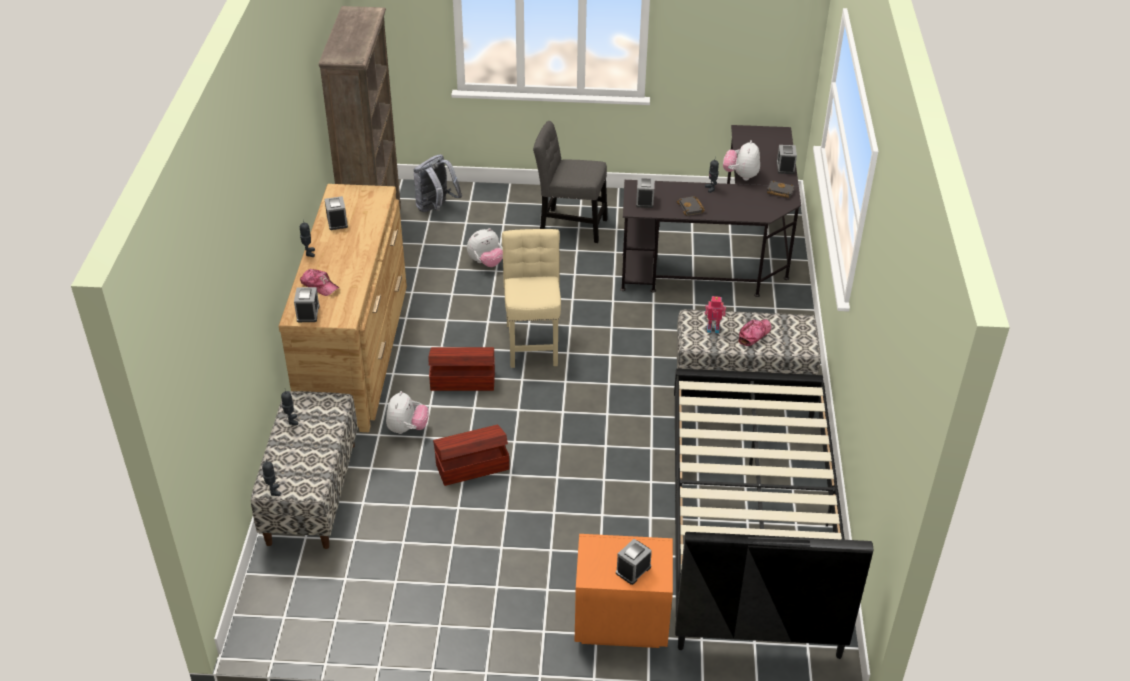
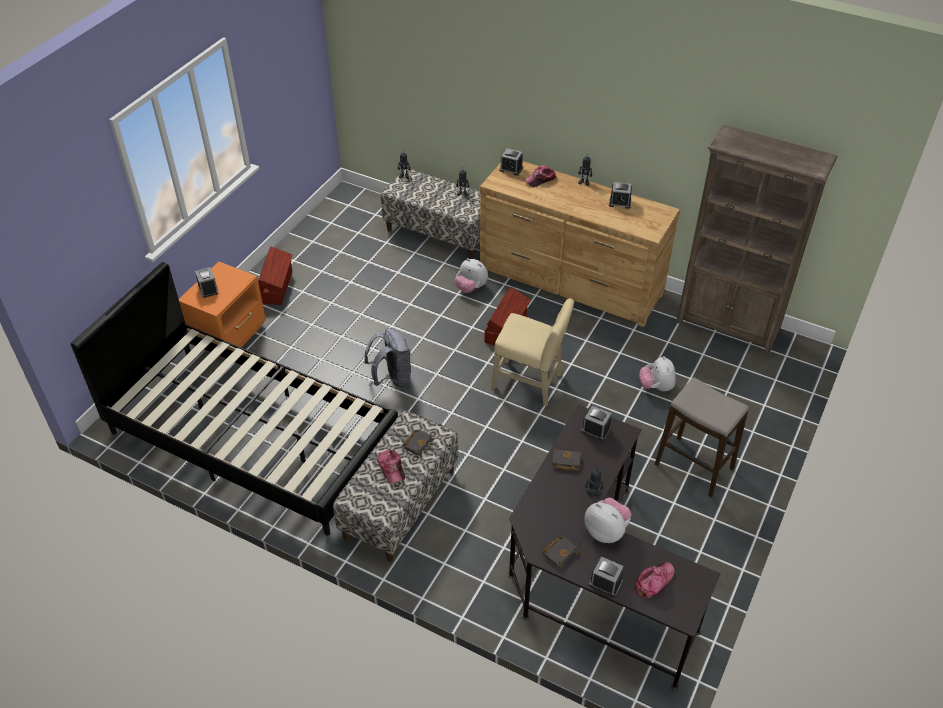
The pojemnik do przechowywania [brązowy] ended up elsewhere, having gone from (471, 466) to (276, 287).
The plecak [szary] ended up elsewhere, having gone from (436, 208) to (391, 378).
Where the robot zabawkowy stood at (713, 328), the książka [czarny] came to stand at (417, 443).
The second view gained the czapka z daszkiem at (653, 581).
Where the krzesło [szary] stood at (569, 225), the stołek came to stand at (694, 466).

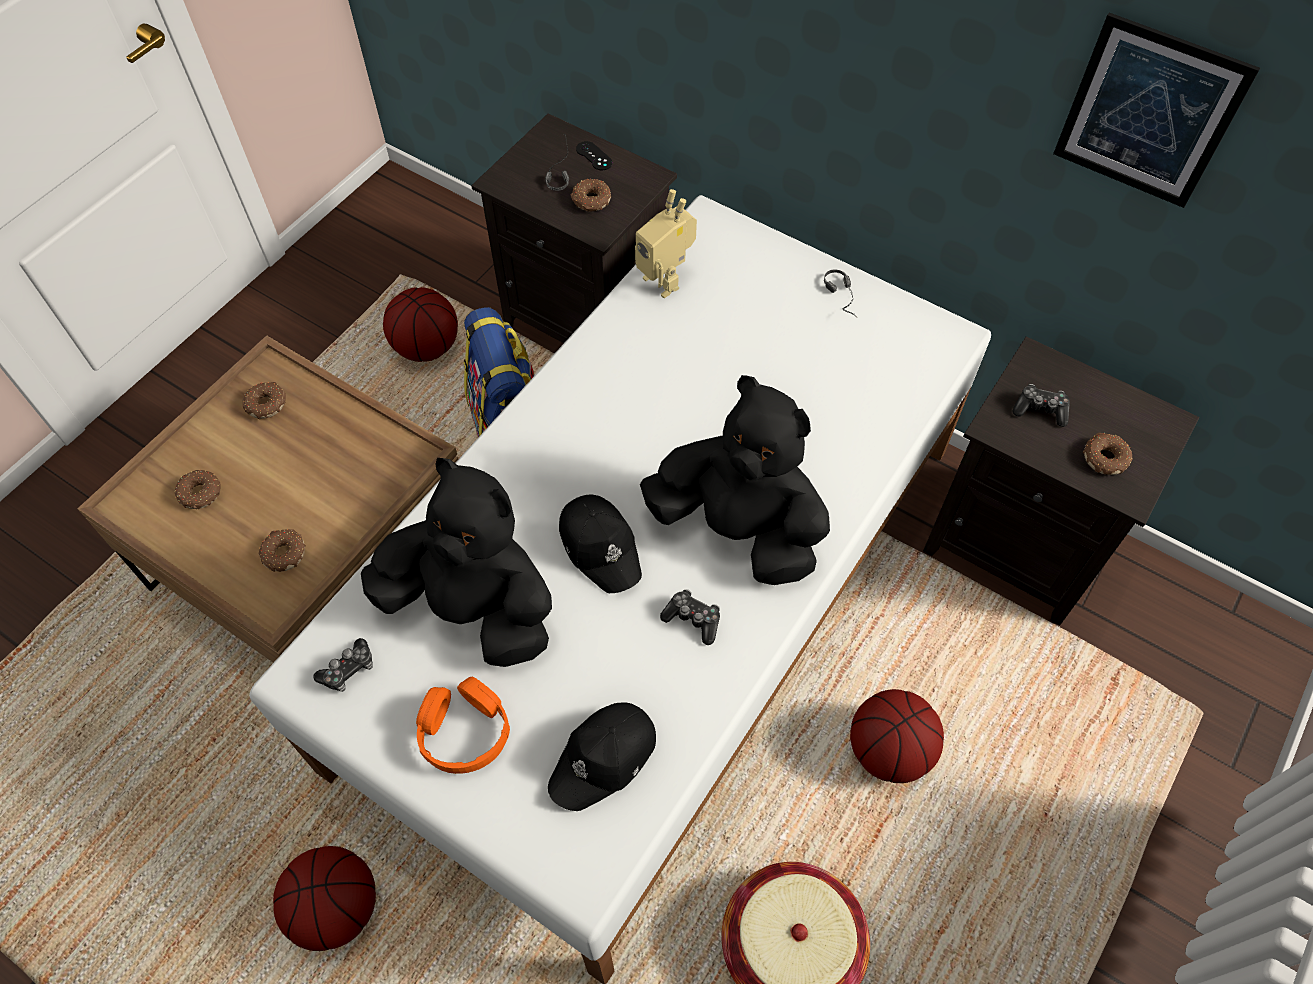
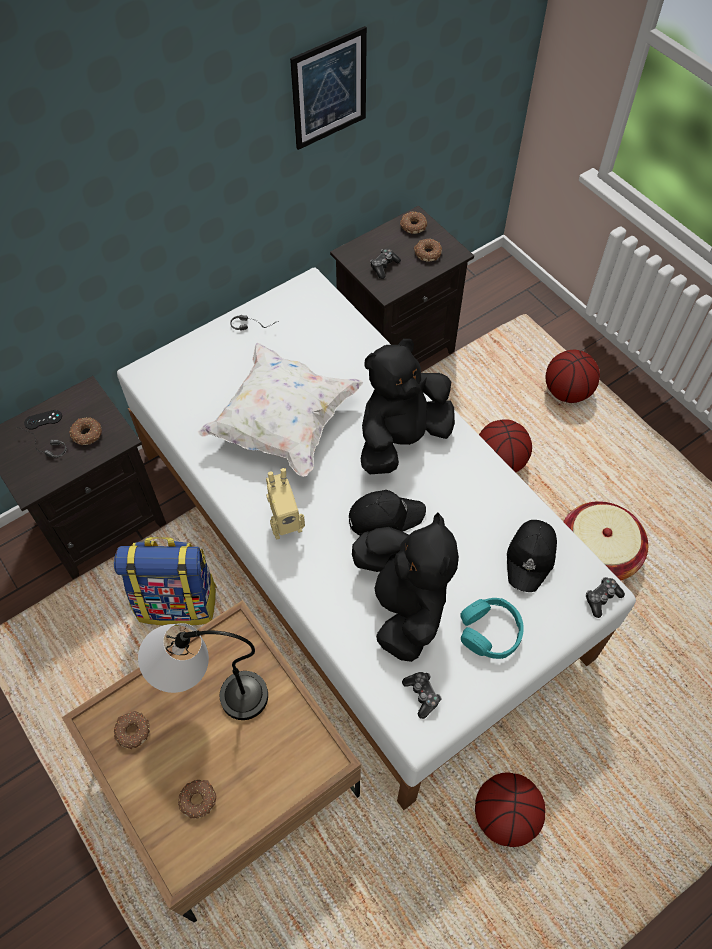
The second view gained the lampa stołowa at (211, 691).
The second view gained the poduszka [biały] at (283, 424).
The robot zabawkowy ended up elsewhere, having gone from (666, 280) to (285, 524).
The pluszak [czarny] at (474, 608) ended up facing another way, 120 degrees clockwise from before.
The donut ended up elsewhere, having gone from (284, 553) to (412, 226).
What was the słuchawki [pomarańczowy] at (464, 731) turned into the słuchawki [turkusowy] at (490, 632).
The czapka z daszkiem [czarny] at (604, 758) ended up facing another way, 45 degrees clockwise from before.
The piłka do koszykówki ended up elsewhere, having gone from (427, 348) to (567, 392).
The pad do gier ended up elsewhere, having gone from (693, 619) to (601, 598).

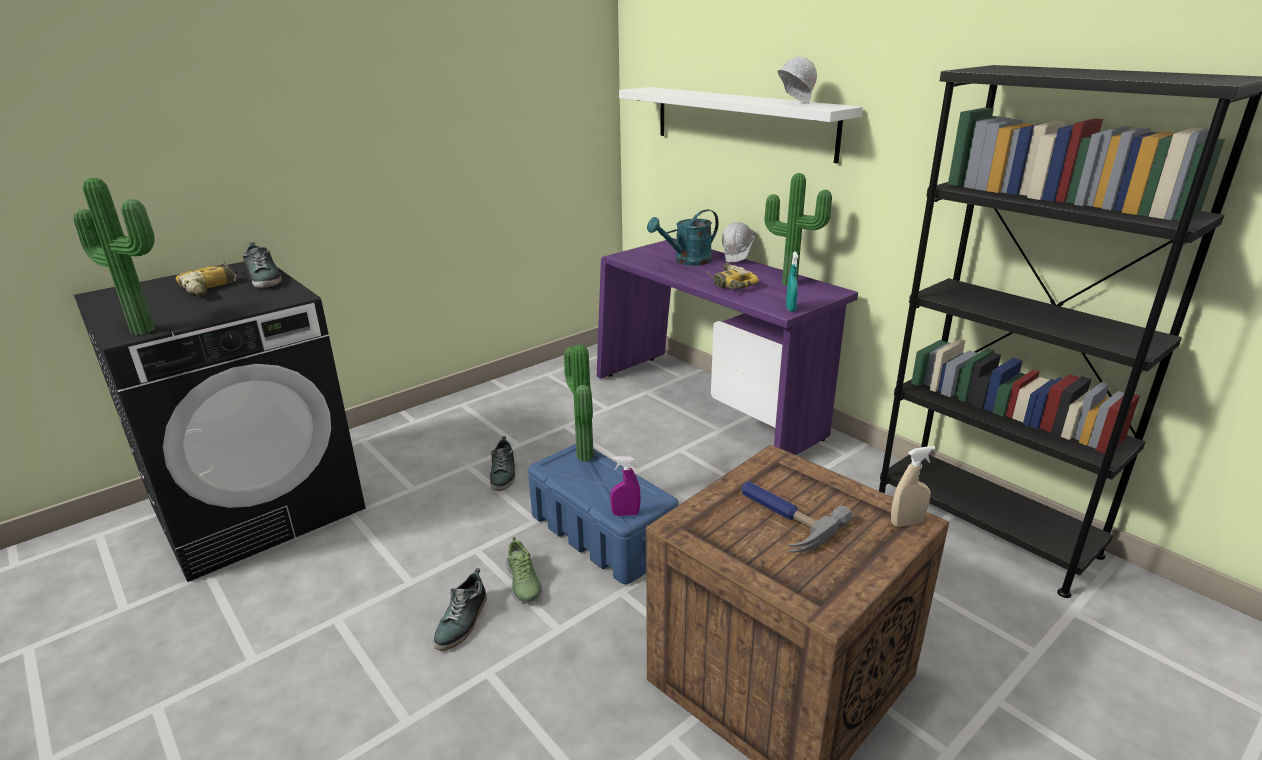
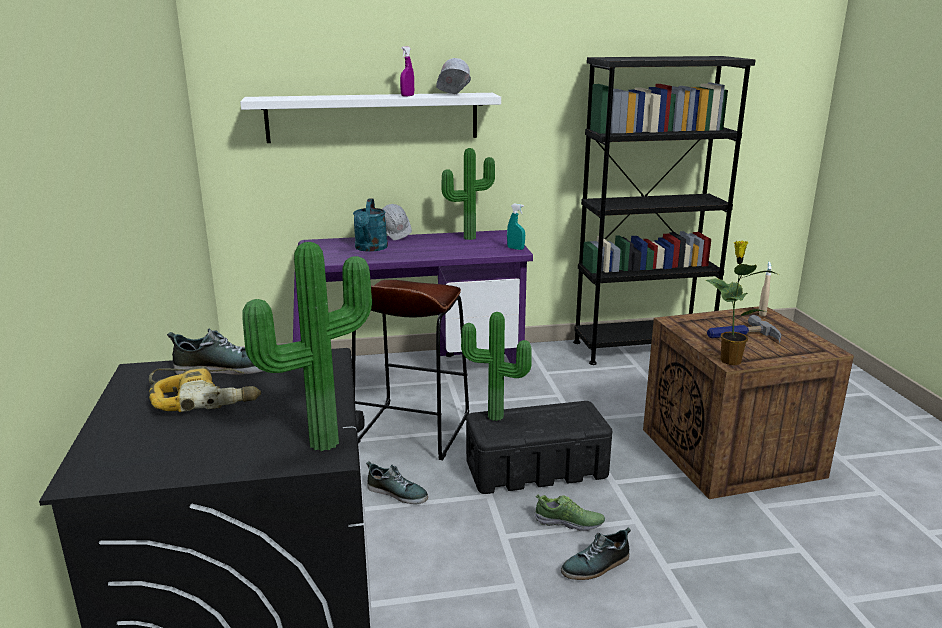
The second view gained the stołek [brązowy] at (412, 430).
The spryskiwacz [fioletowy] ended up elsewhere, having gone from (625, 514) to (407, 96).
What was the pojemnik do przechowywania [niebieski] at (603, 534) turned into the pojemnik do przechowywania [czarny] at (537, 469).
The but at (462, 621) ended up facing another way, 105 degrees clockwise from before.
The second view gained the roślina doniczkowa at (729, 360).
The second view lost the wiertarka at (729, 283).

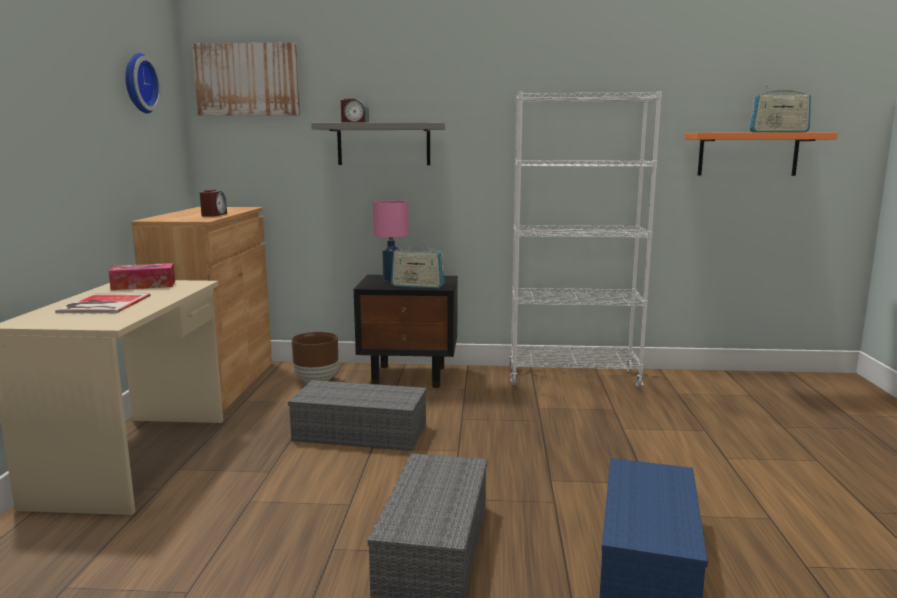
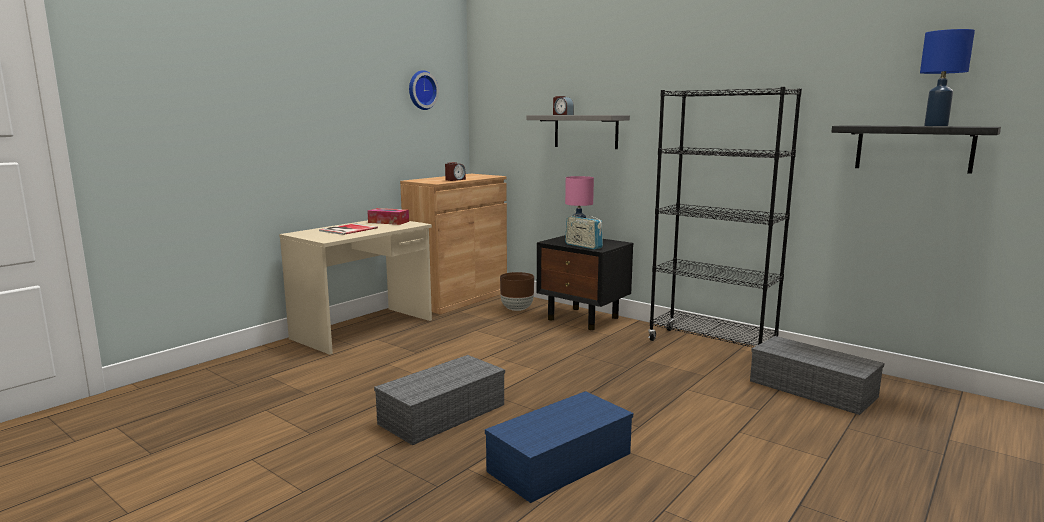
What was the regał [biały] at (573, 378) turned into the regał [czarny] at (711, 347).
The pojemnik do przechowywania [szary] ended up elsewhere, having gone from (362, 432) to (814, 389).
What was the półka [pomarańczowy] at (748, 154) turned into the półka [czarny] at (913, 148).
Where the radio stood at (778, 132), the lampa stołowa [niebieski] came to stand at (936, 126).
The second view lost the obraz at (247, 80).

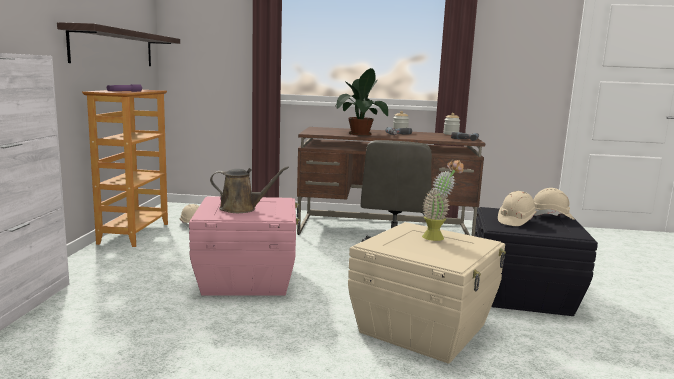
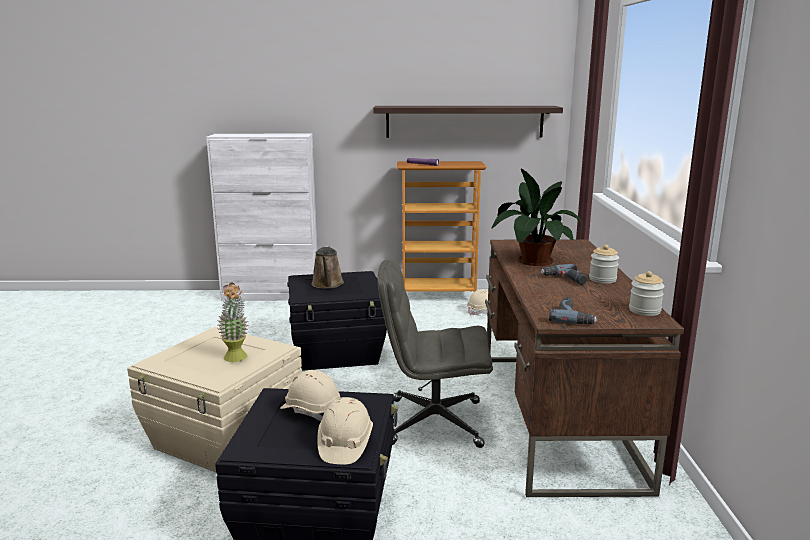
What was the pojemnik do przechowywania [różowy] at (247, 279) turned into the pojemnik do przechowywania [czarny] at (338, 352).

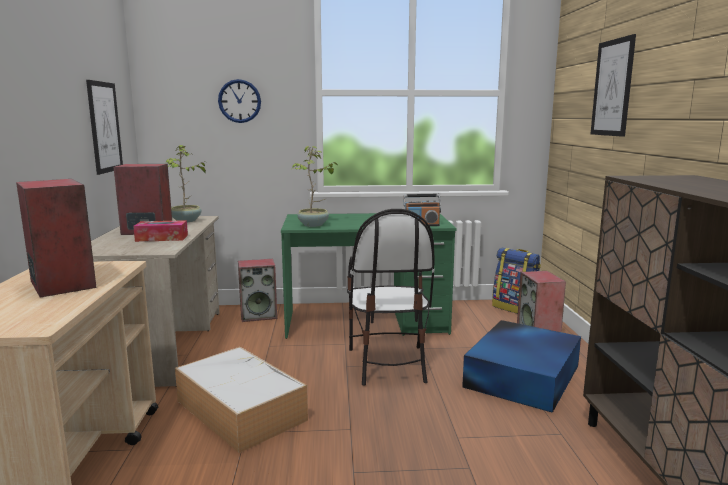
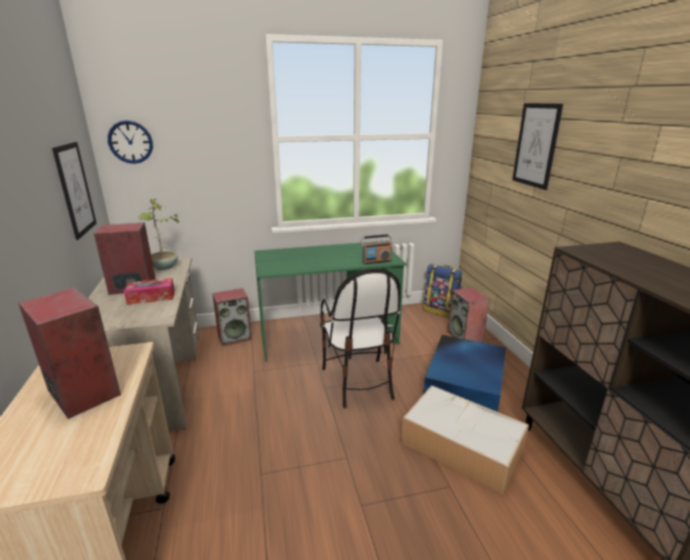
The zegar ścienny ended up elsewhere, having gone from (239, 101) to (130, 142).
The pojemnik do przechowywania ended up elsewhere, having gone from (239, 410) to (459, 445).
The second view lost the roślina doniczkowa at (314, 225).

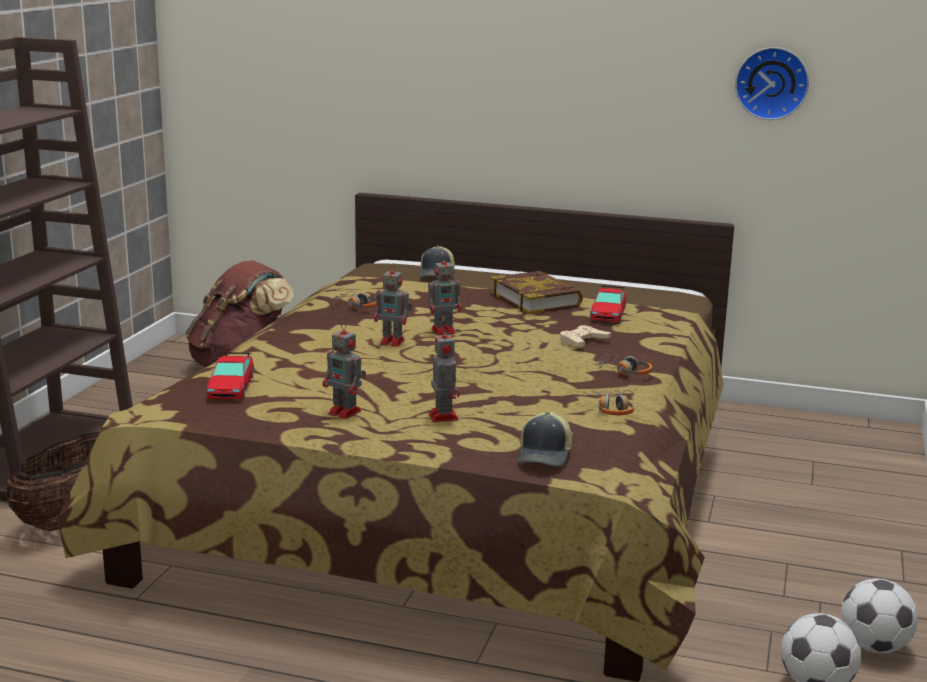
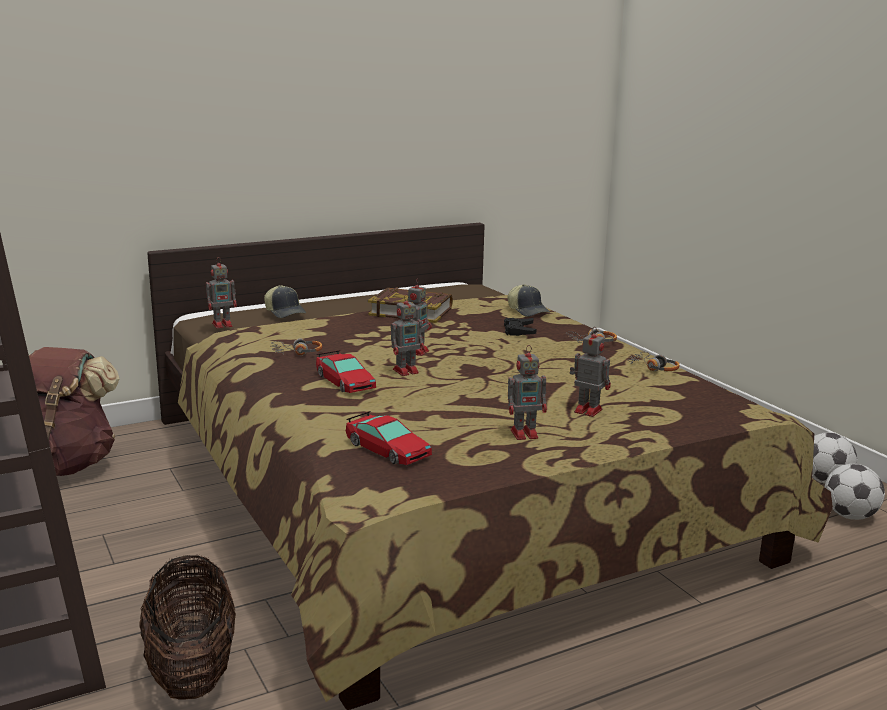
The second view gained the robot zabawkowy at (223, 324).
The samochodzik ended up elsewhere, having gone from (607, 313) to (344, 381).
What was the pad do gier [beżowy] at (583, 341) turned into the pad do gier [czarny] at (519, 330).
The czapka z daszkiem ended up elsewhere, having gone from (545, 455) to (528, 311).
The second view lost the zegar ścienny at (772, 83).

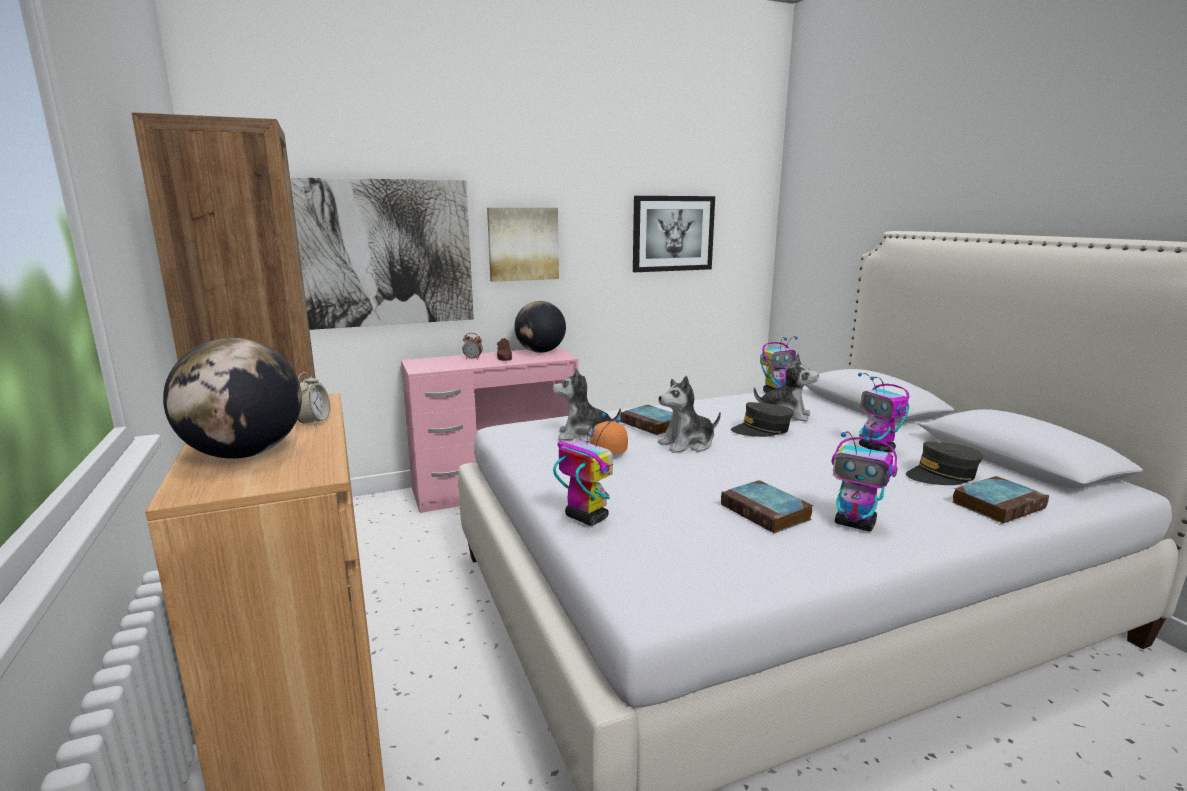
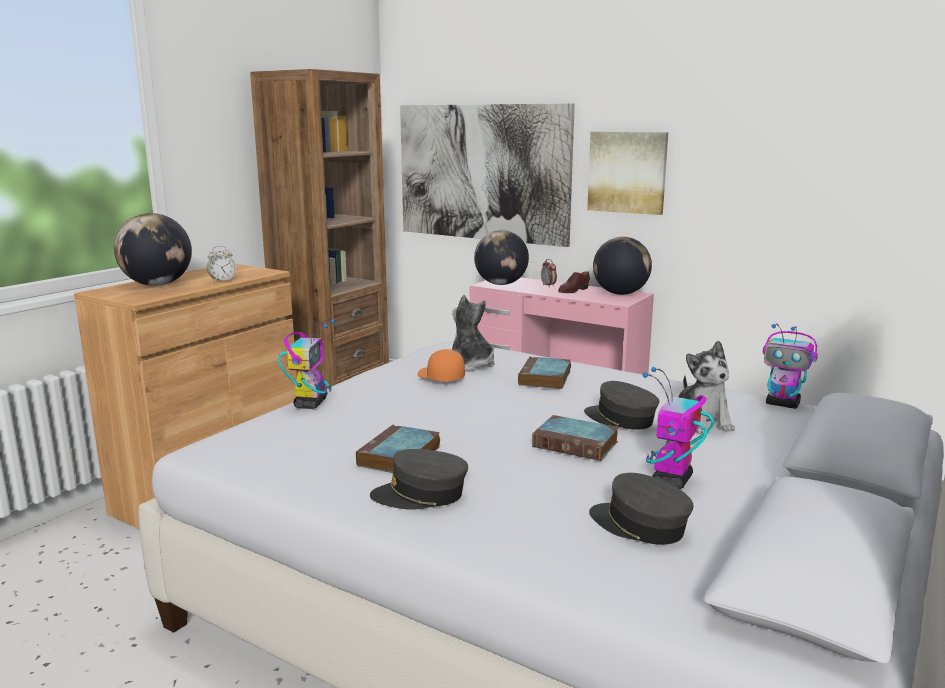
Where the robot zabawkowy stood at (856, 524), the czapka z daszkiem [szary] came to stand at (420, 495).
The second view gained the globus at (501, 284).
The książka ended up elsewhere, having gone from (998, 505) to (577, 444).
The second view lost the obraz at (673, 233).
The second view lost the pluszak at (687, 444).

